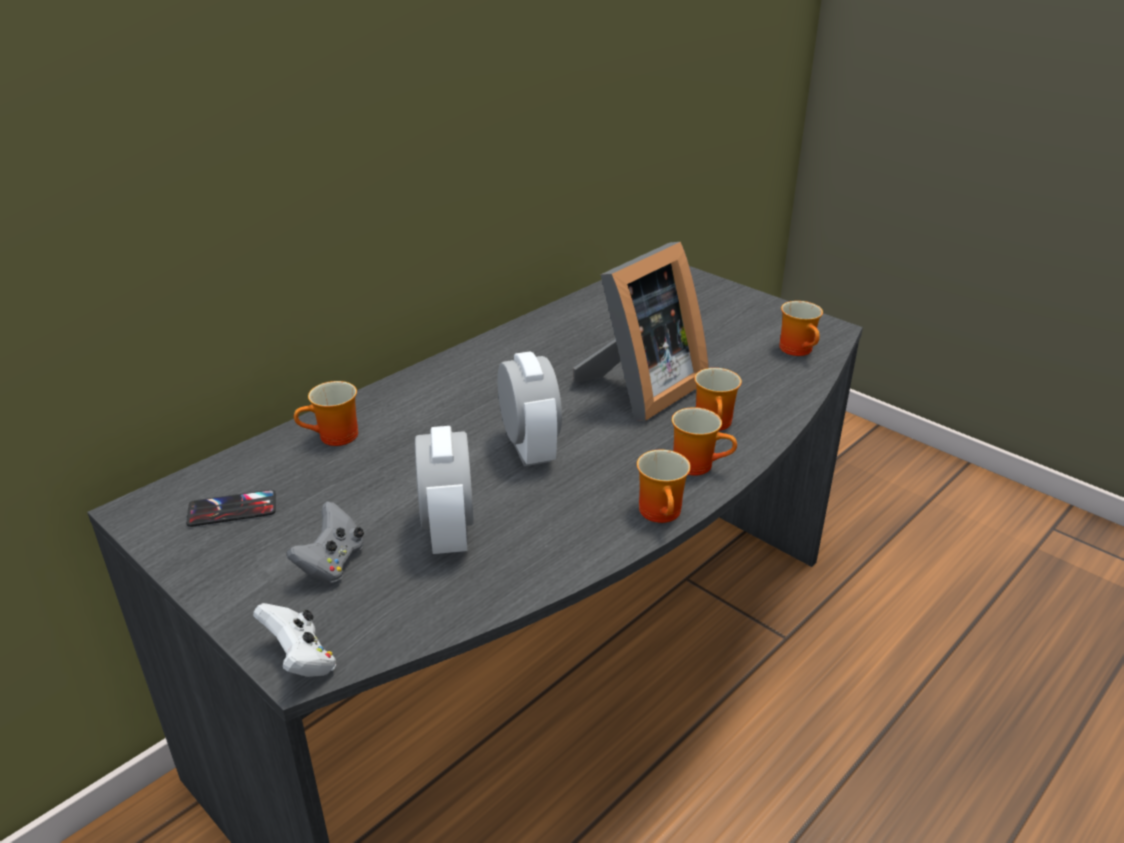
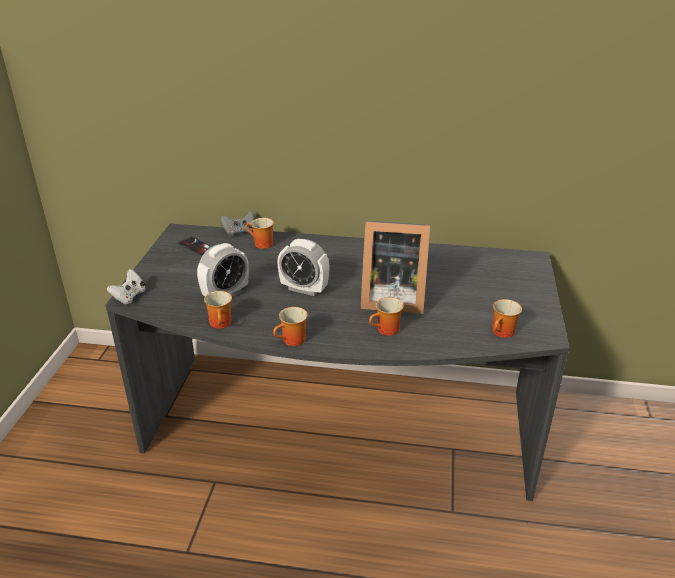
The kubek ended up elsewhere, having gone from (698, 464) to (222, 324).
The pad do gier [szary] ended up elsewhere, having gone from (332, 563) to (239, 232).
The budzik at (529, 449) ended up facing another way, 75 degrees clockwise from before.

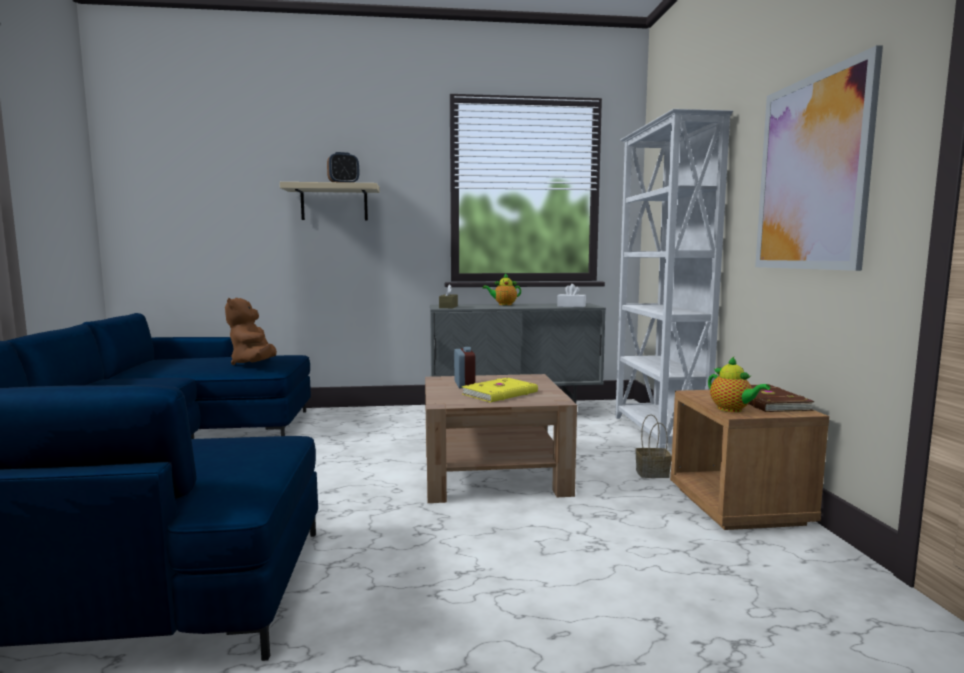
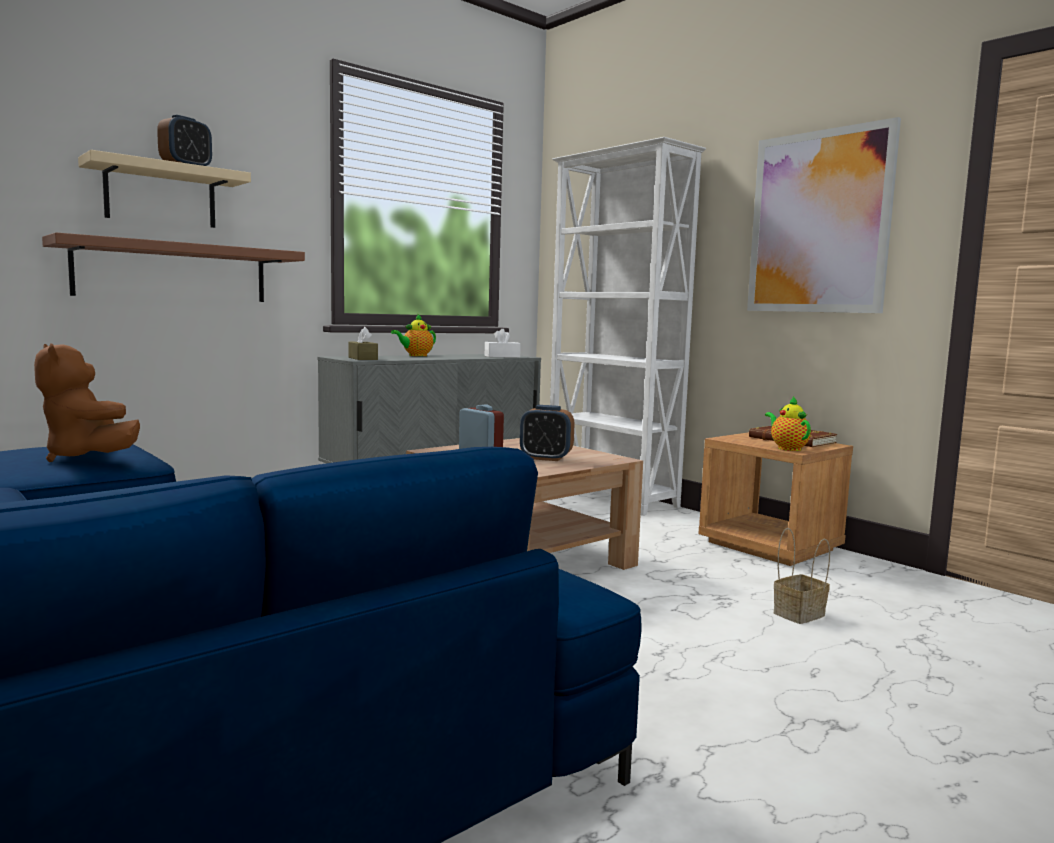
The second view gained the półka [brązowy] at (173, 272).
Where the książka [żółty] stood at (501, 393), the budzik came to stand at (546, 458).
The imbryk at (732, 410) ended up facing another way, 135 degrees counterclockwise from before.
The koszyk ended up elsewhere, having gone from (653, 473) to (799, 613).

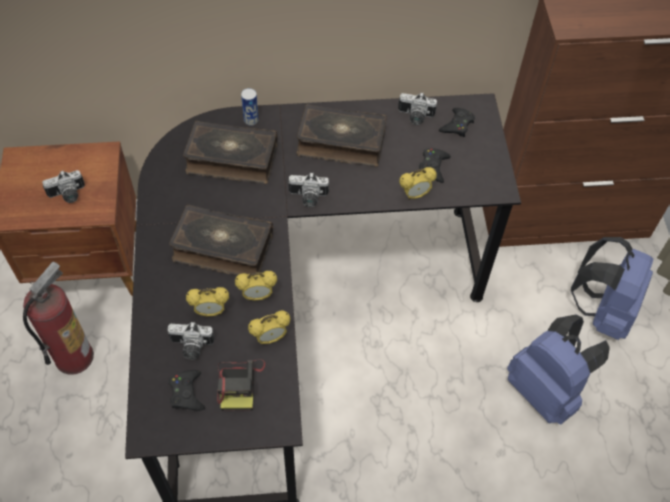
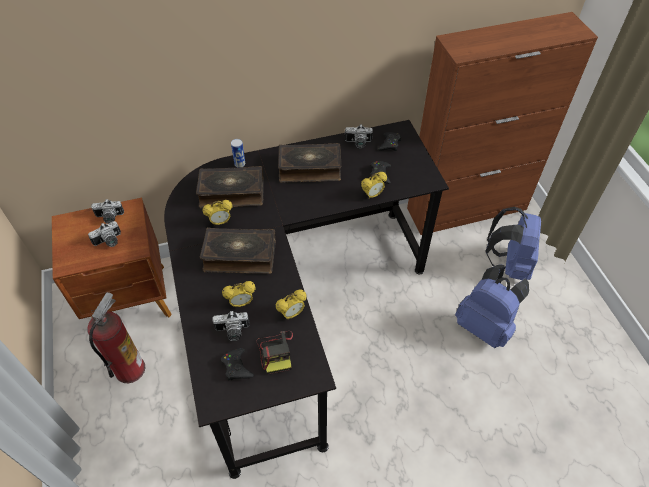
The aparat fotograficzny ended up elsewhere, having gone from (308, 198) to (109, 218).
The budzik ended up elsewhere, having gone from (257, 296) to (220, 222).

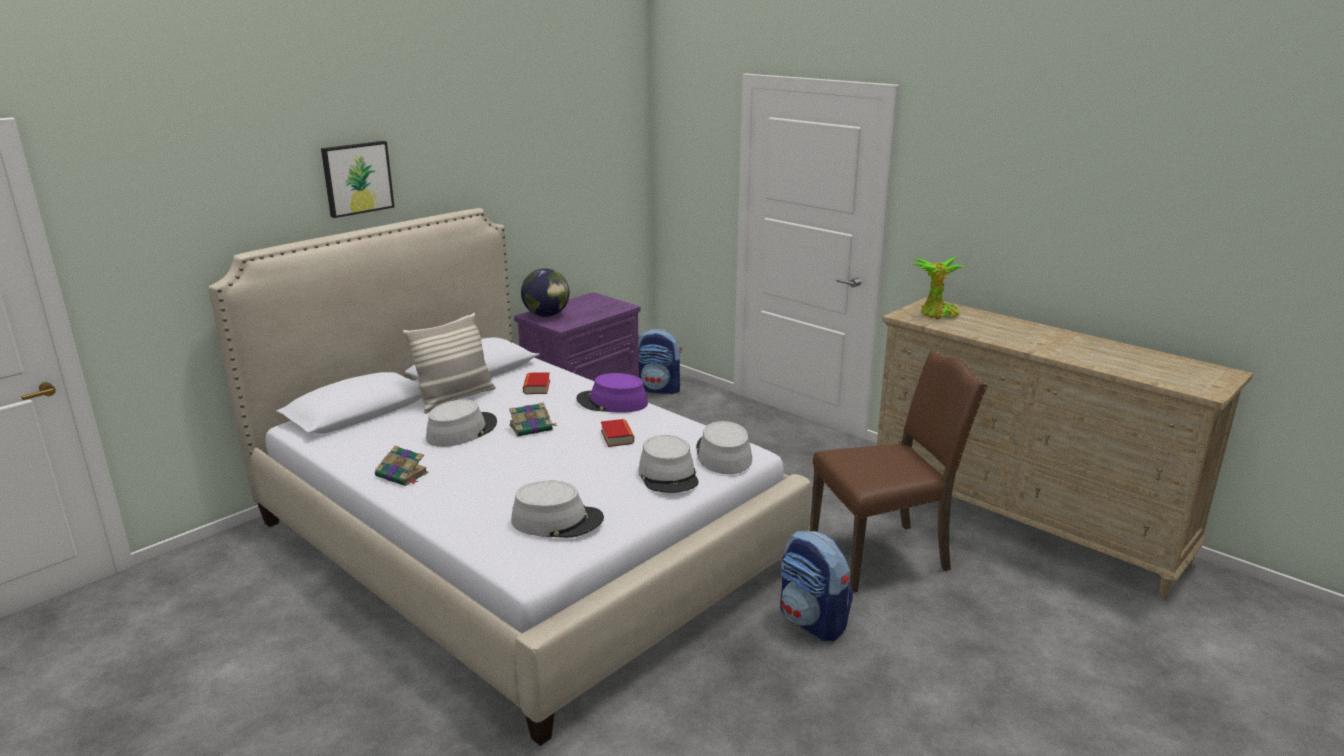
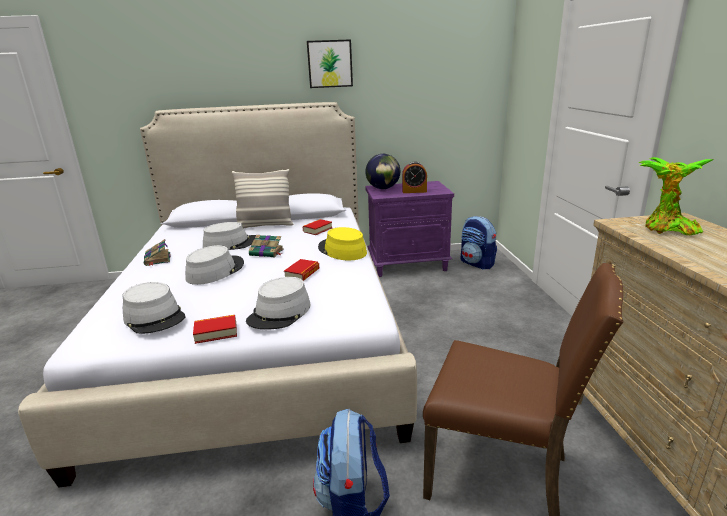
The kapelusz [szary] ended up elsewhere, having gone from (723, 454) to (215, 271).
The second view gained the książka at (216, 332).
The obraz ended up elsewhere, having gone from (357, 178) to (330, 64).
What was the kapelusz [fioletowy] at (612, 402) turned into the kapelusz [żółty] at (342, 250).
The second view gained the budzik at (414, 191).

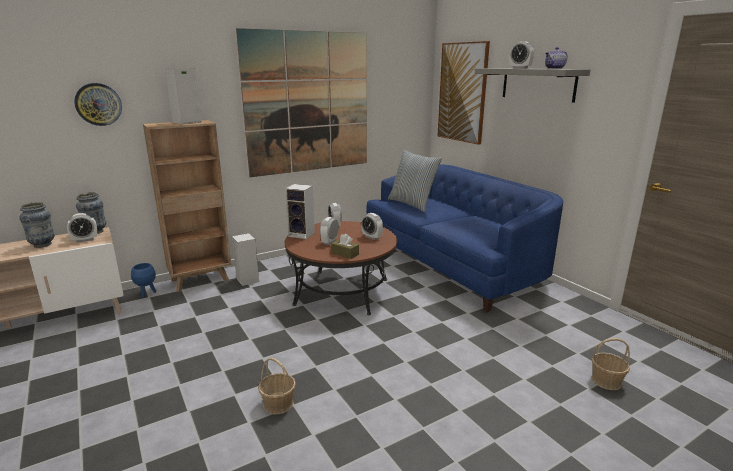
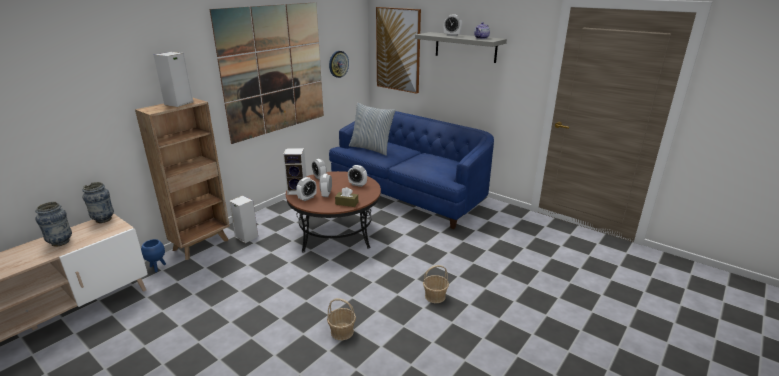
The budzik ended up elsewhere, having gone from (85, 240) to (307, 198).
The zegar ścienny ended up elsewhere, having gone from (98, 104) to (338, 64).
The koszyk ended up elsewhere, having gone from (606, 381) to (435, 296).

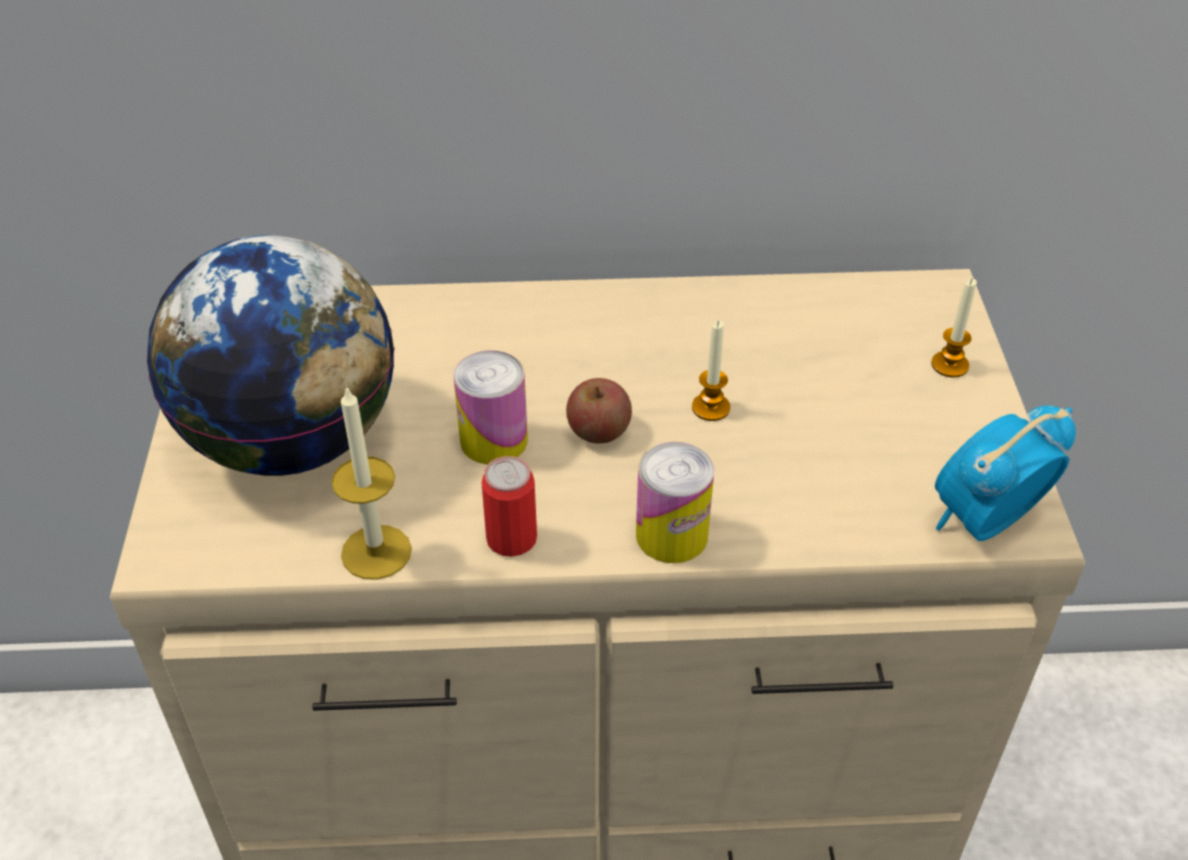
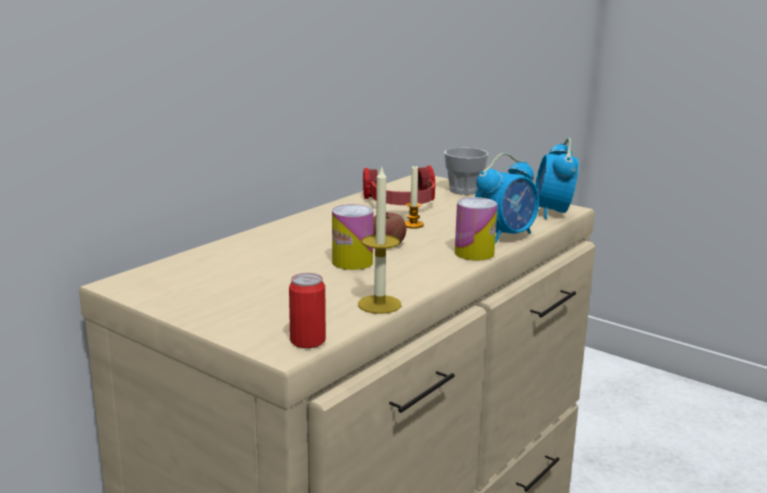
The puszka ended up elsewhere, having gone from (511, 538) to (307, 341).
The second view gained the słuchawki at (401, 203).
Where the świeca stood at (949, 365), the filiżanka came to stand at (464, 190).
The second view gained the budzik at (505, 235).
The second view lost the globus at (293, 441).

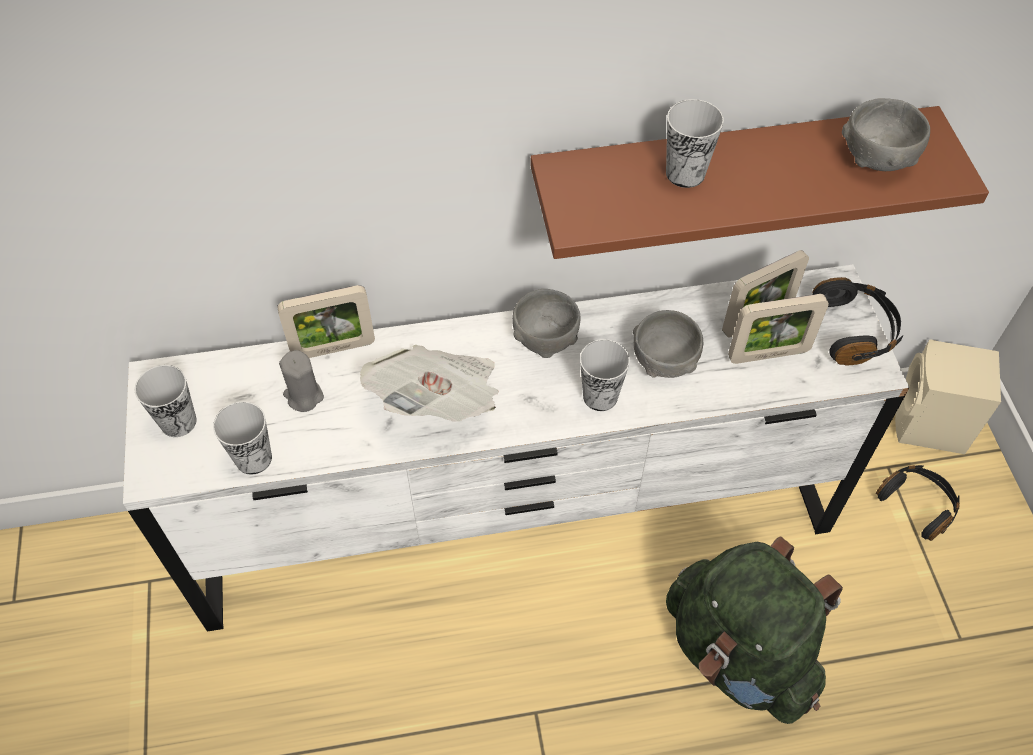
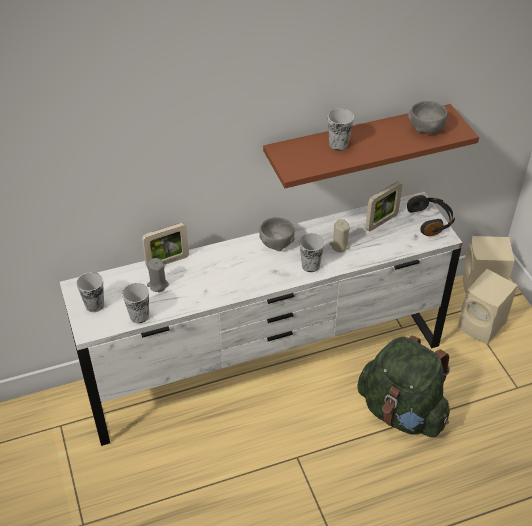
Where the miska [szary] stood at (664, 360), the świeca [beżowy] came to stand at (339, 245).
Where the słuchawki [czarny] stood at (917, 505), the głośnik [beżowy] came to stand at (483, 326).
The second view lost the gazeta at (439, 401).
The second view lost the ramka na zdjęcie at (768, 354).

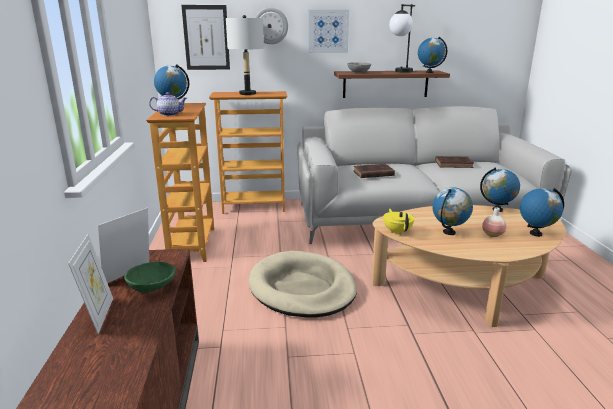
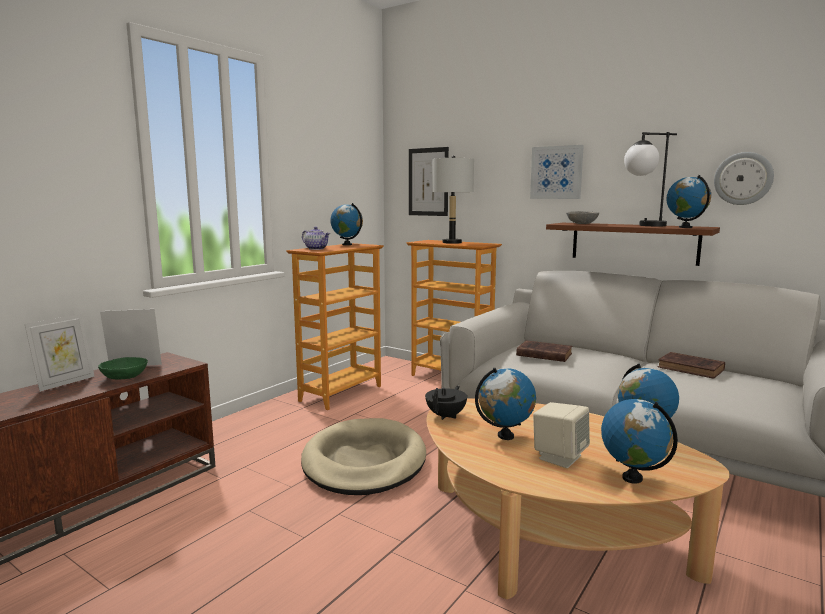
What was the imbryk [żółty] at (397, 231) turned into the imbryk [czarny] at (446, 416).
Where the wazon stood at (492, 235), the głośnik [beżowy] came to stand at (559, 457).
The zegar ścienny ended up elsewhere, having gone from (270, 26) to (743, 178).

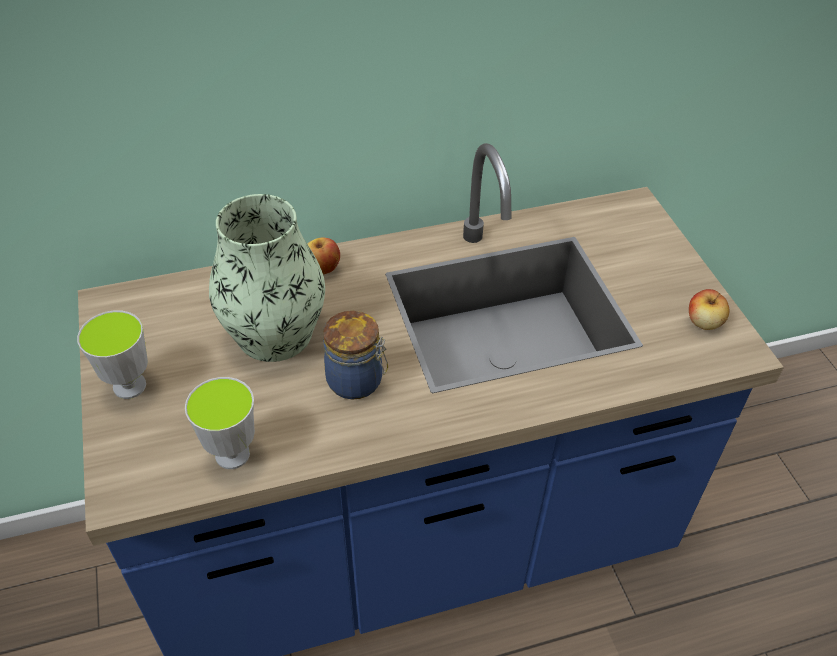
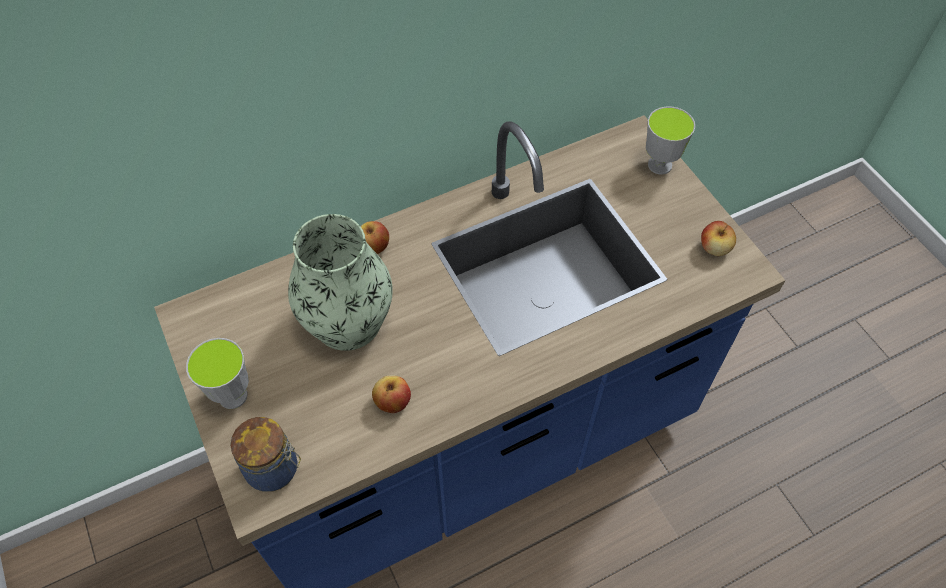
The słoik ended up elsewhere, having gone from (357, 381) to (275, 469).
The second view gained the jabłko at (392, 402).
The filiżanka ended up elsewhere, having gone from (232, 455) to (659, 165).

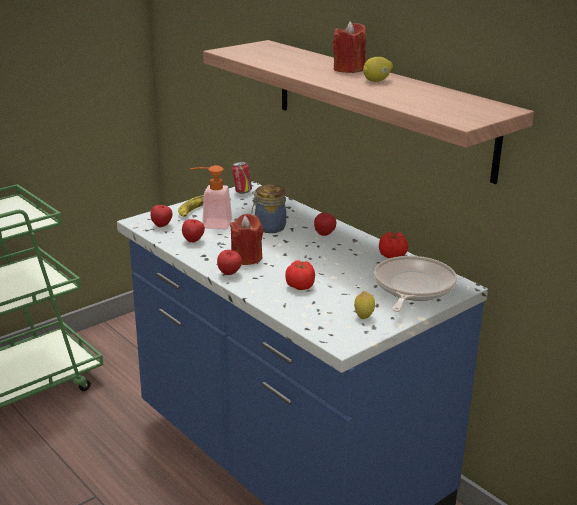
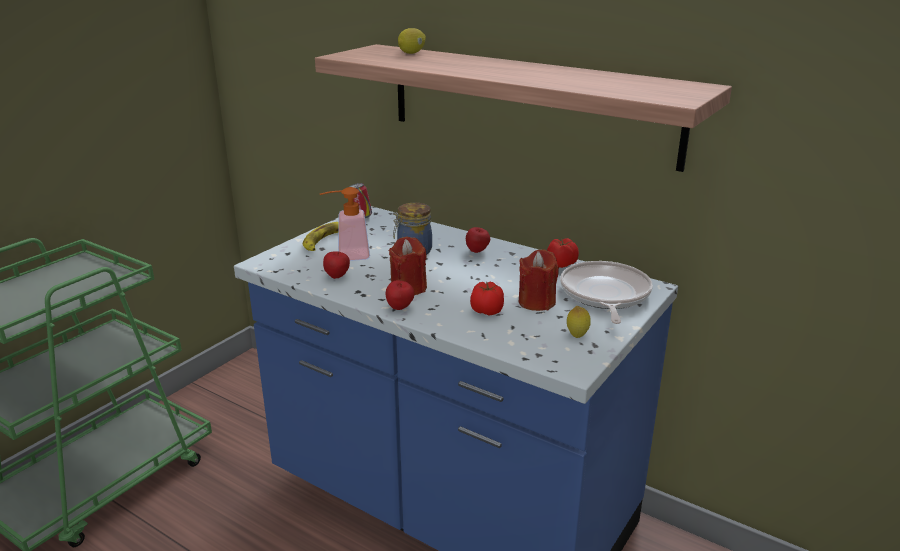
The cytryna ended up elsewhere, having gone from (377, 81) to (412, 53).
The świeca [czerwony] ended up elsewhere, having gone from (349, 69) to (536, 302).
The second view lost the jabłko at (162, 226).

